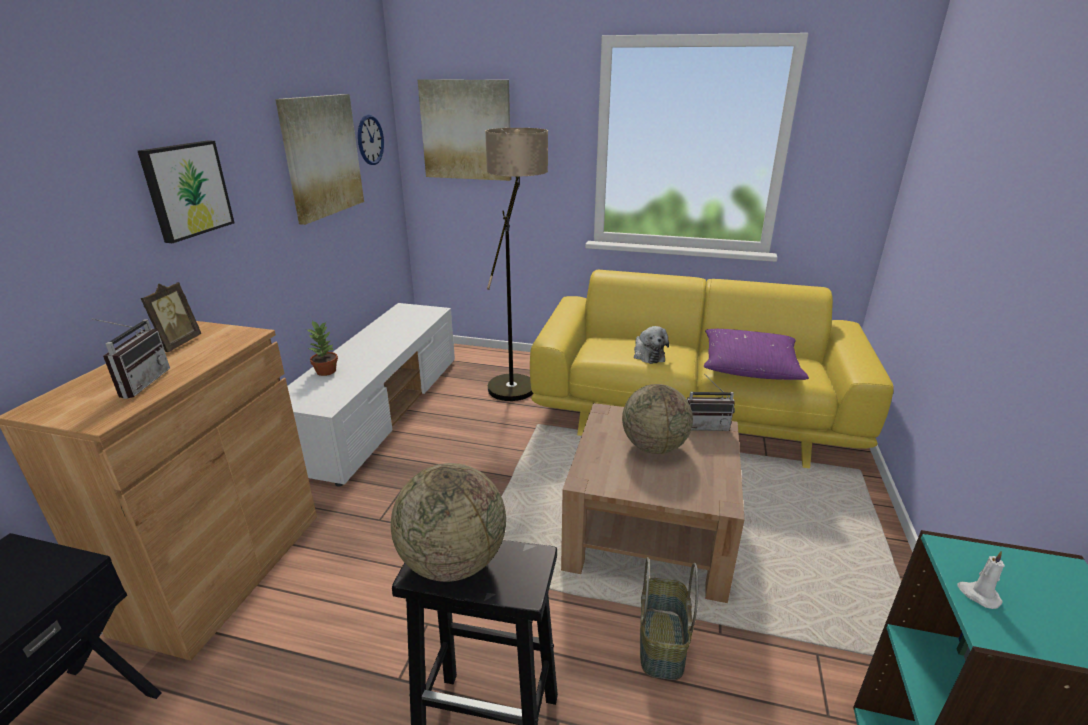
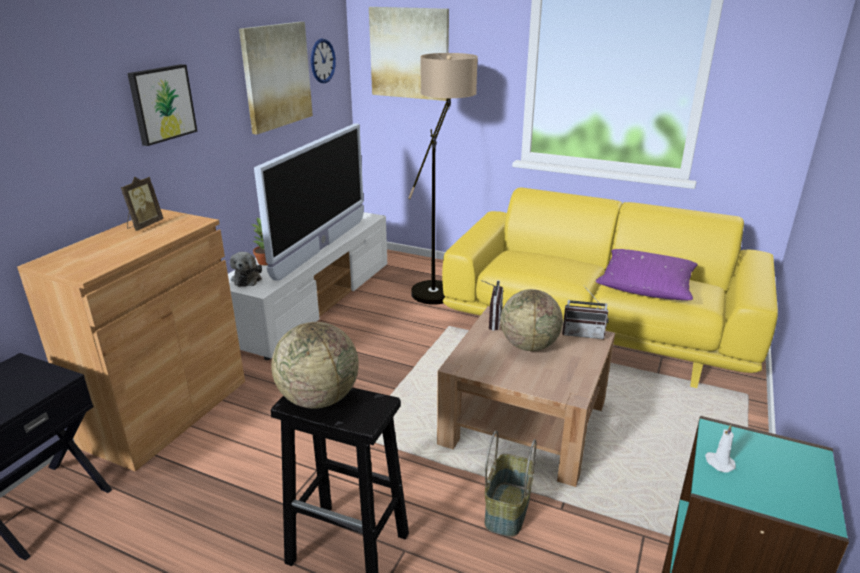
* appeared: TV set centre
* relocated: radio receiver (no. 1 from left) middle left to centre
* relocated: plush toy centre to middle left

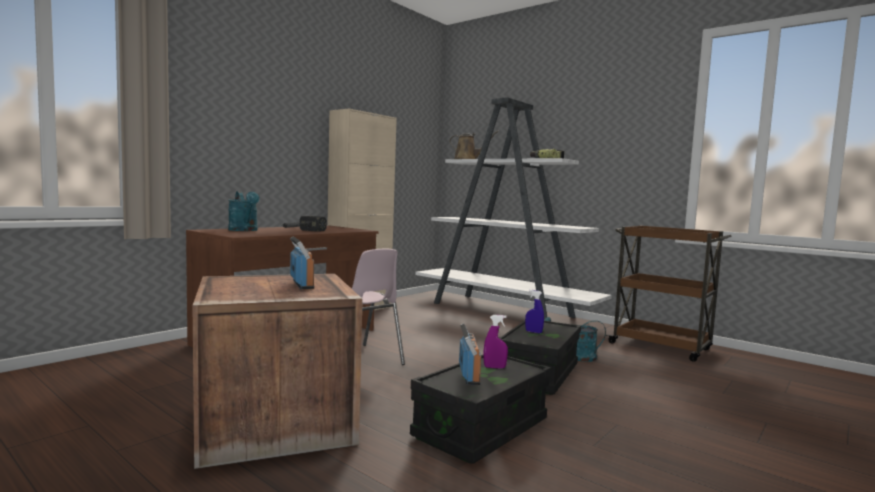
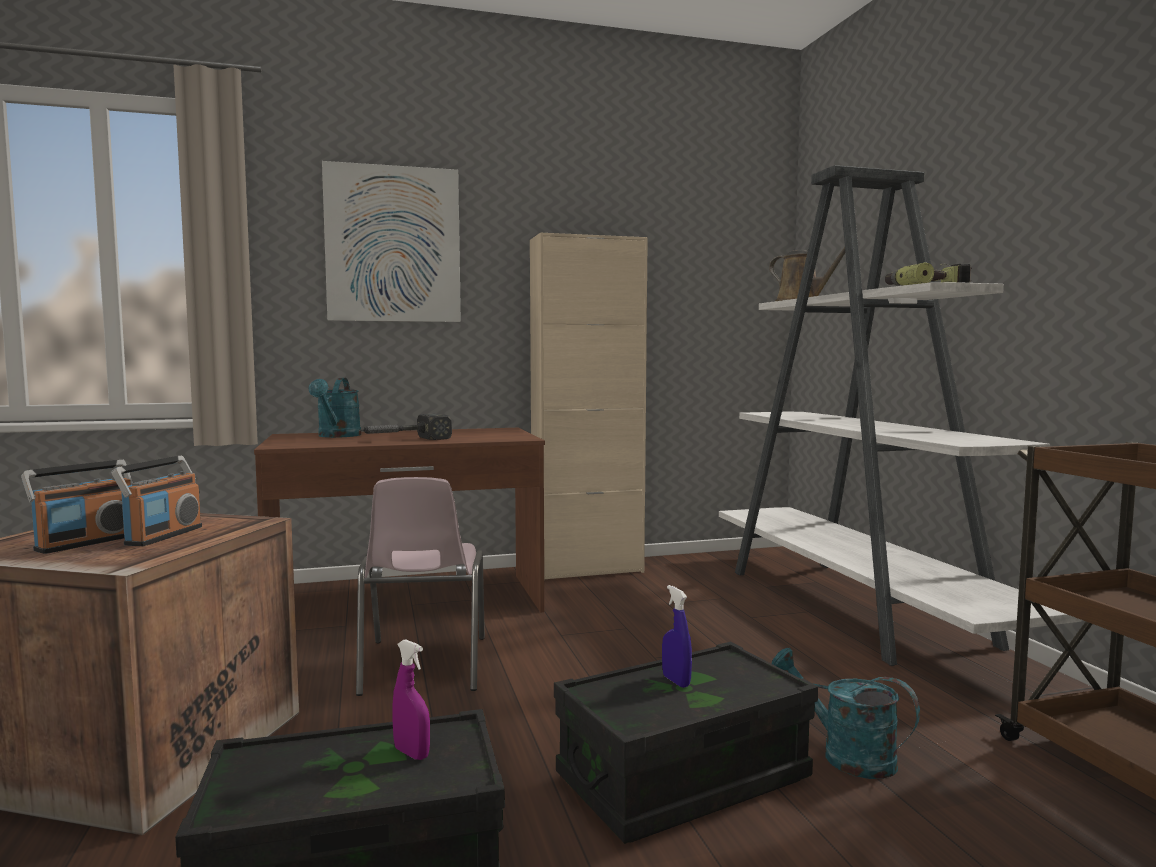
* appeared: picture top centre
* relocated: radio receiver (no. 2 from left in the first image) bottom centre to radio receiver (no. 1 from left) middle left

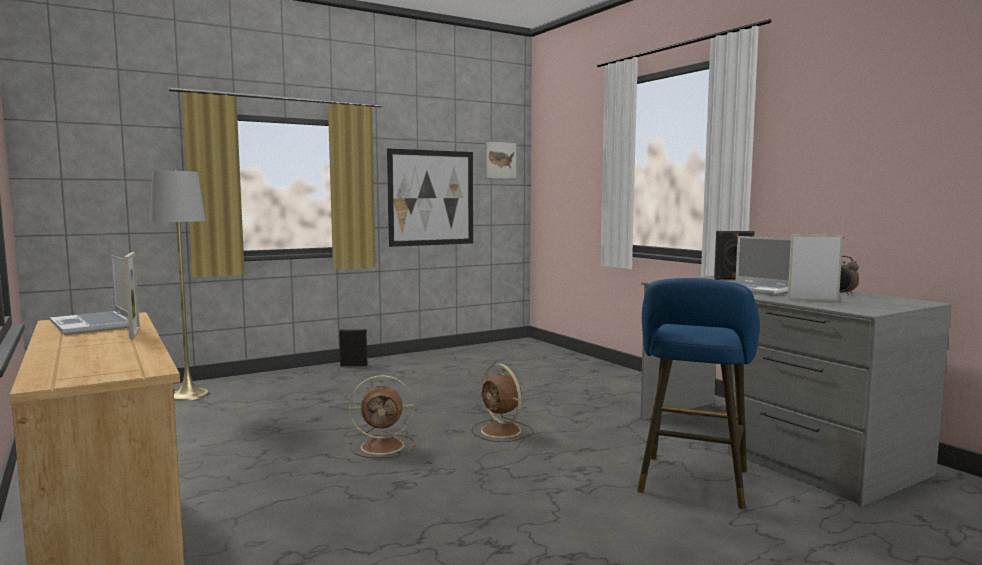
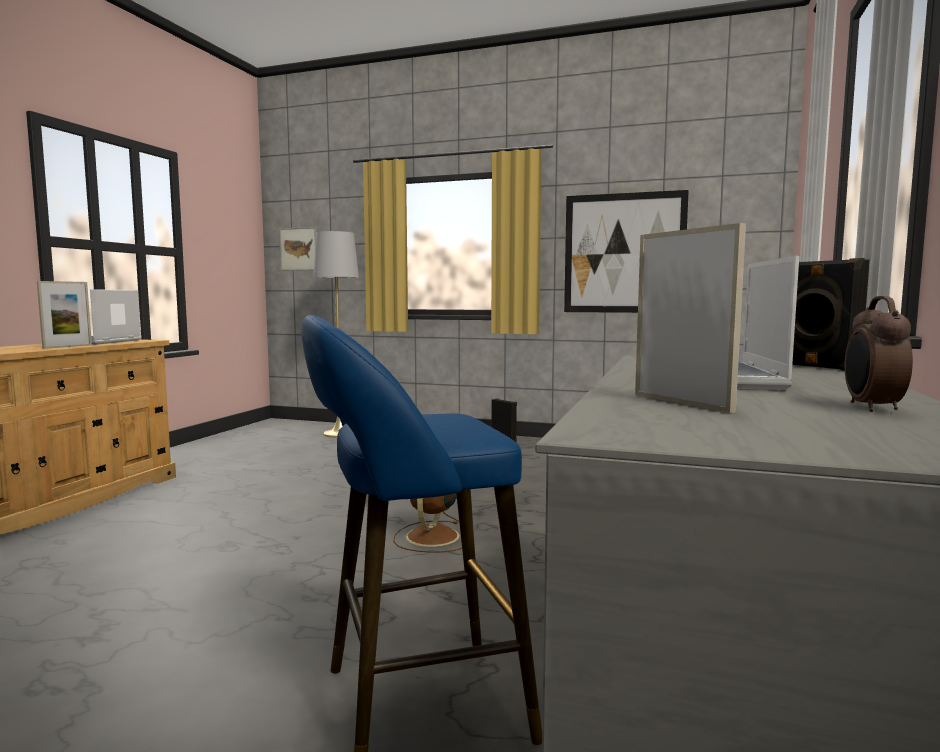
* missing: brown electric fan (no. 1 from left) bottom centre
* relocated: picture (no. 2 from left in the first image) top centre to picture (no. 1 from left) top left

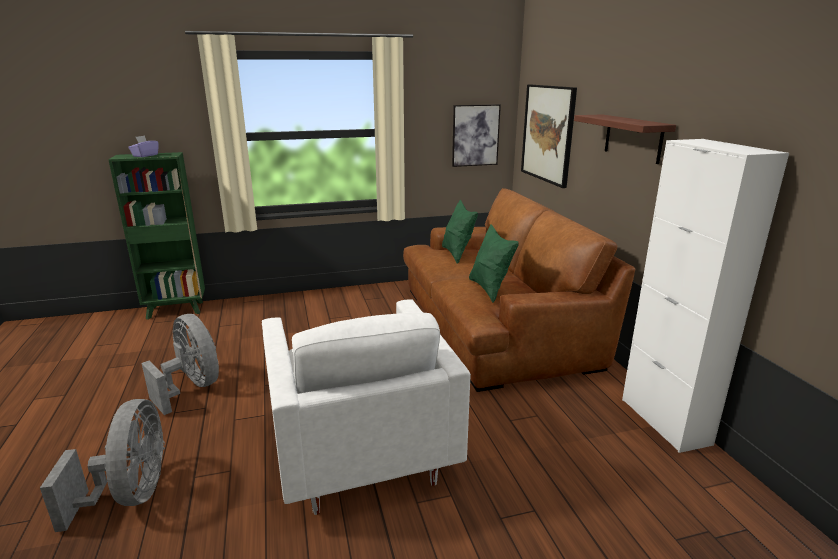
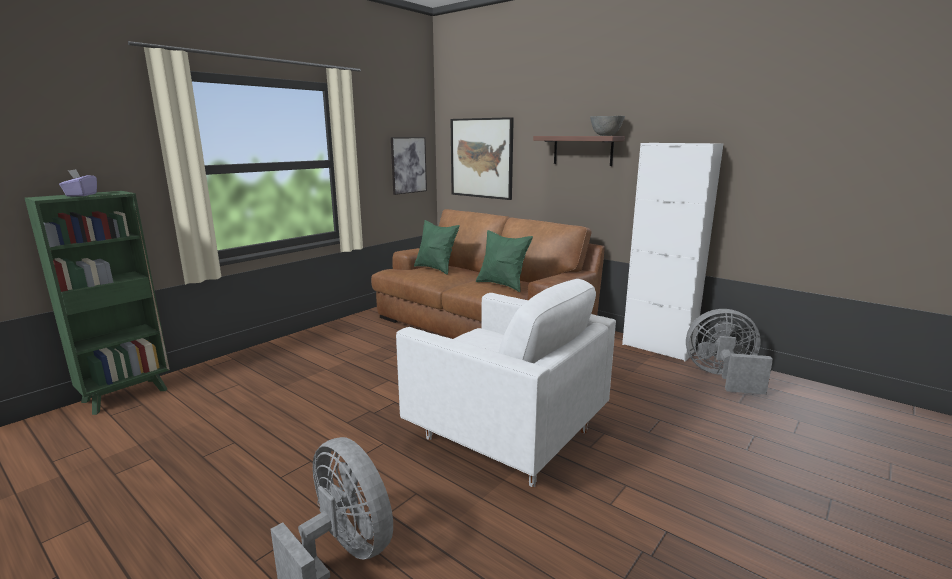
* appeared: greyish serving bowl top centre
* relocated: greyish electric fan (no. 2 from left) middle left to middle right

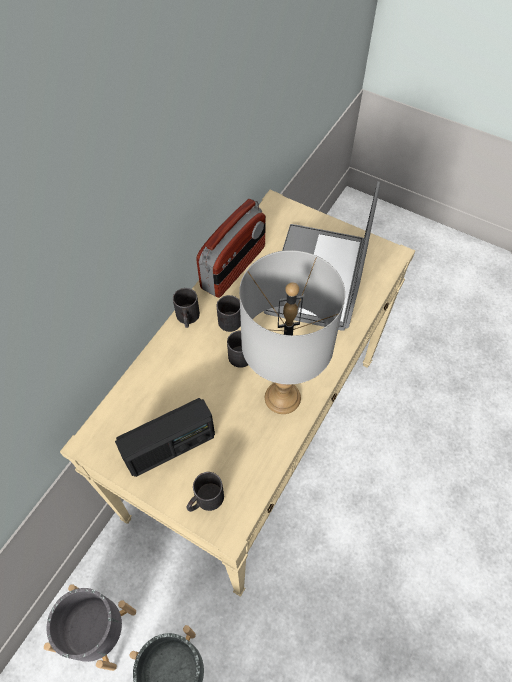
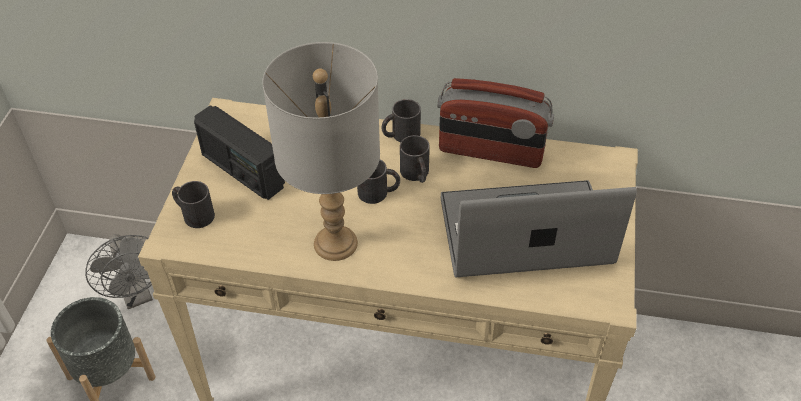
* exchanged: greyish flower pot (no. 1 from left) bottom left to greyish electric fan bottom left

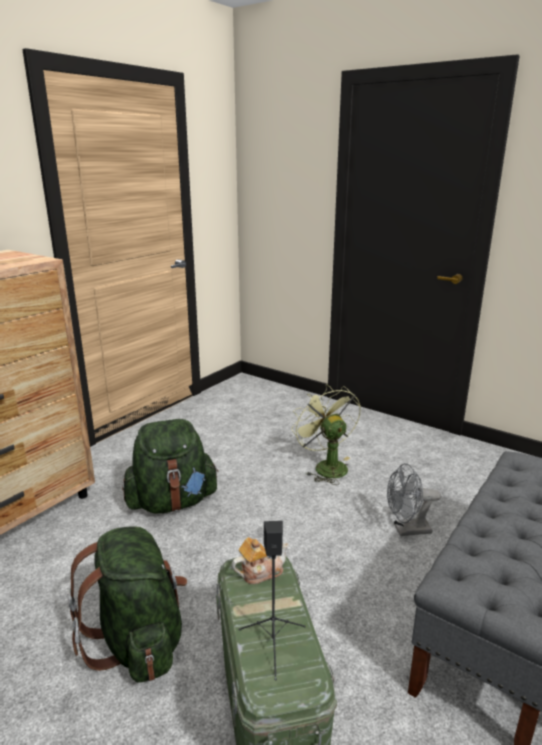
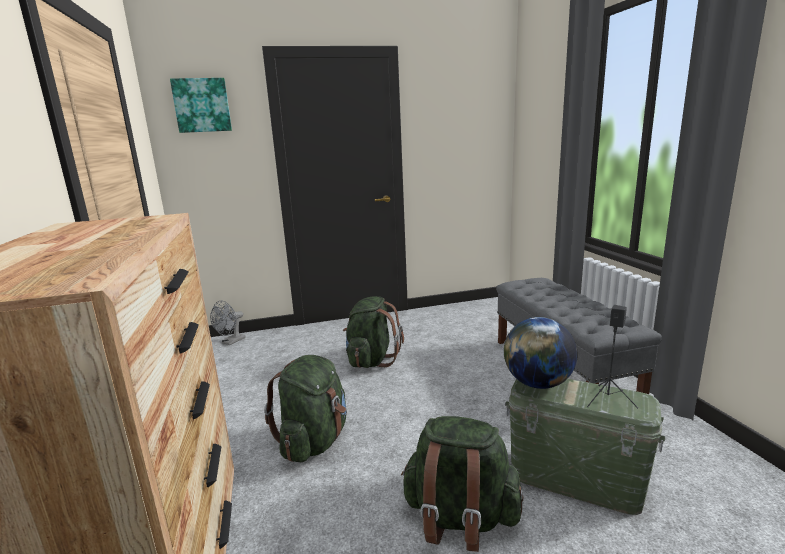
* appeared: picture top left
* relocated: greyish electric fan bottom right to middle left
* exchanged: teapot bottom centre to globe middle right
* exchanged: greenish electric fan centre to greenish knapsack (no. 2 from left) centre

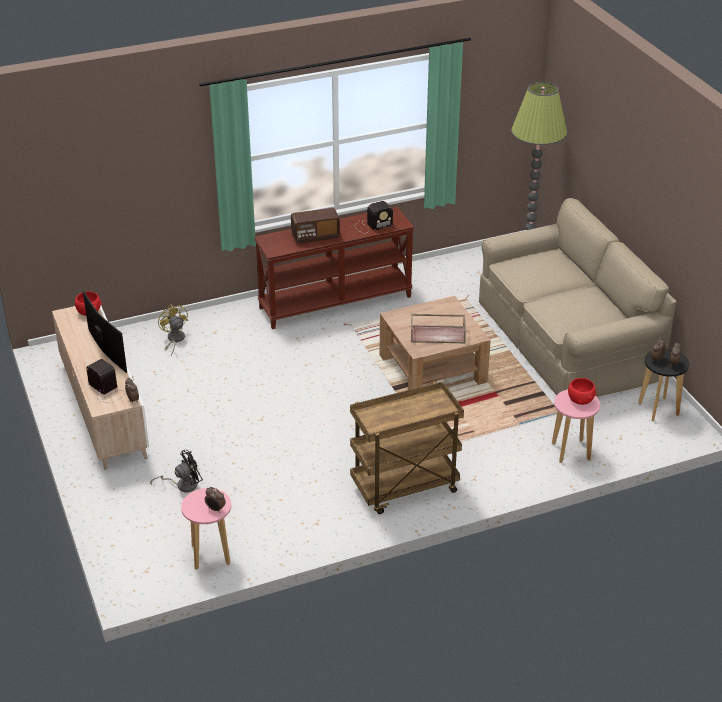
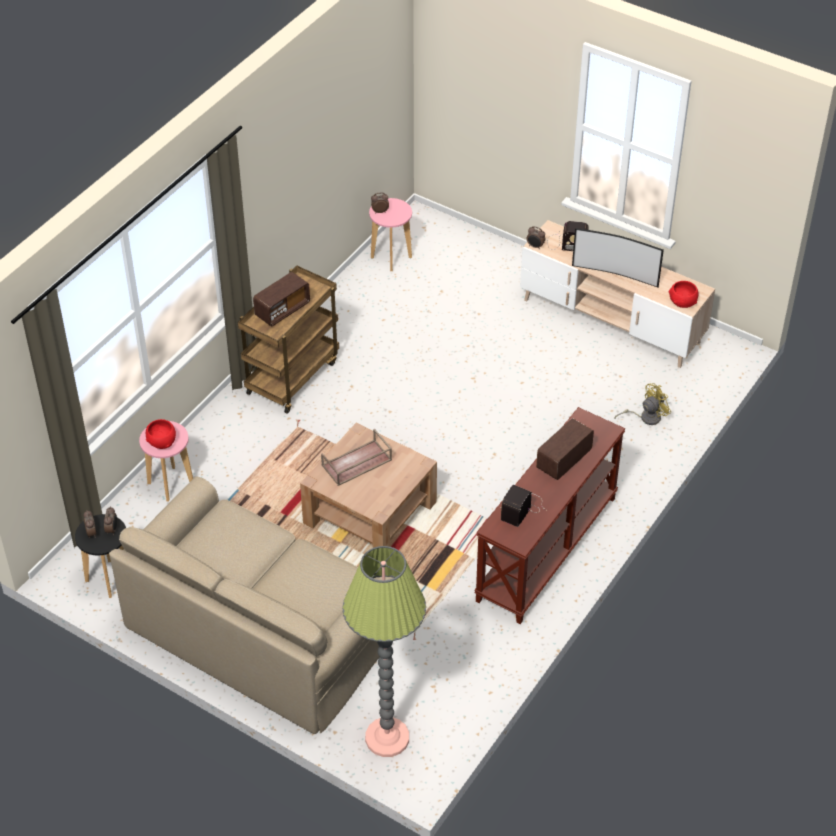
* missing: black-coloured electric fan bottom left
* appeared: radio receiver (no. 1 from left) centre
* spun: yellow-coloured electric fan middle left = middle right 60 degrees counterclockwise

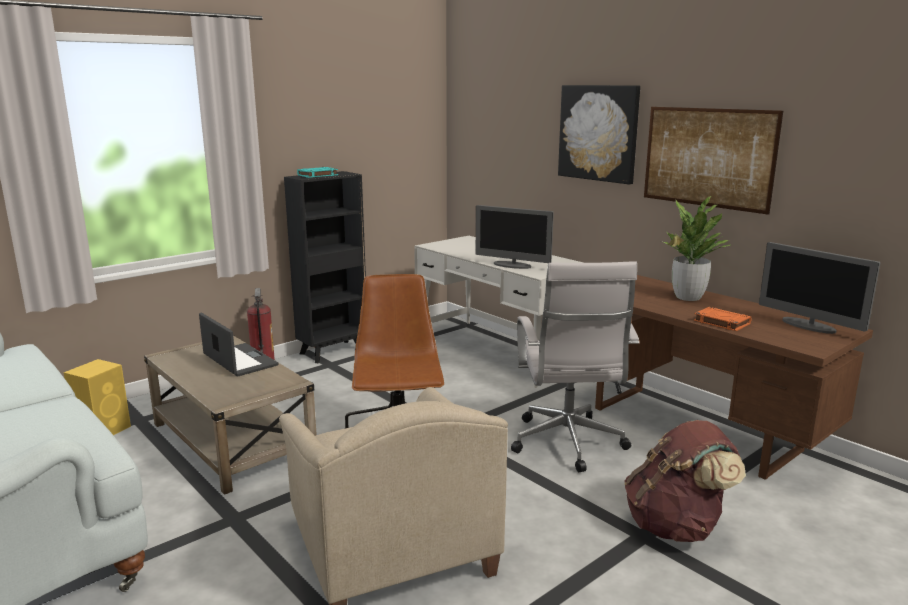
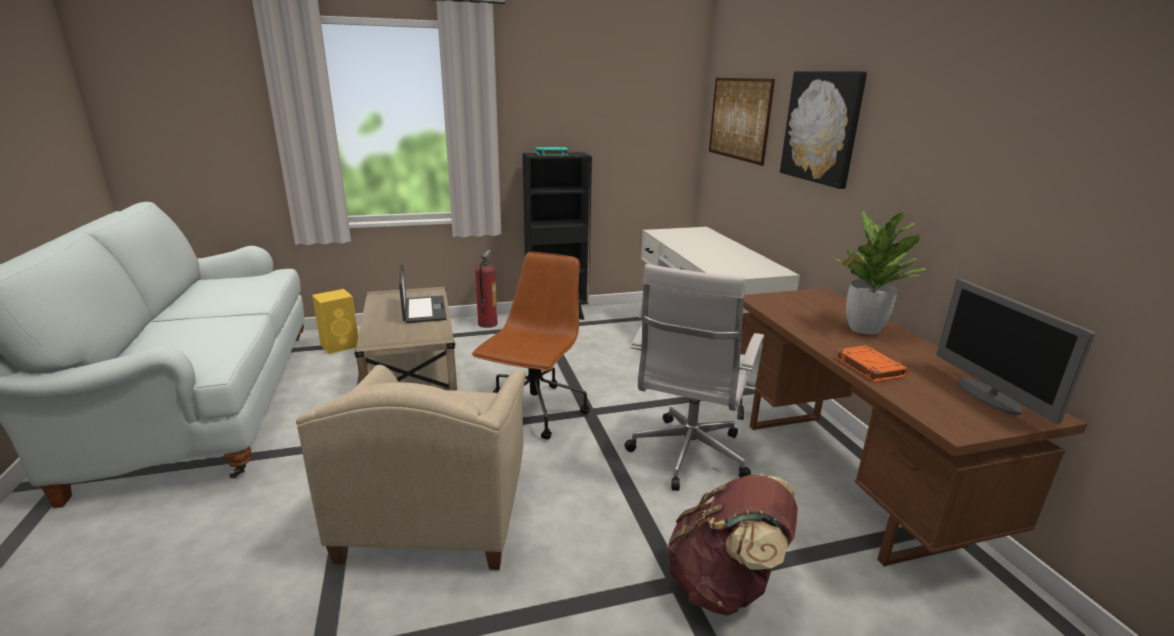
* missing: monitor (no. 1 from left) centre
* relocated: picture (no. 2 from left in the first image) top right to picture (no. 1 from left) top centre

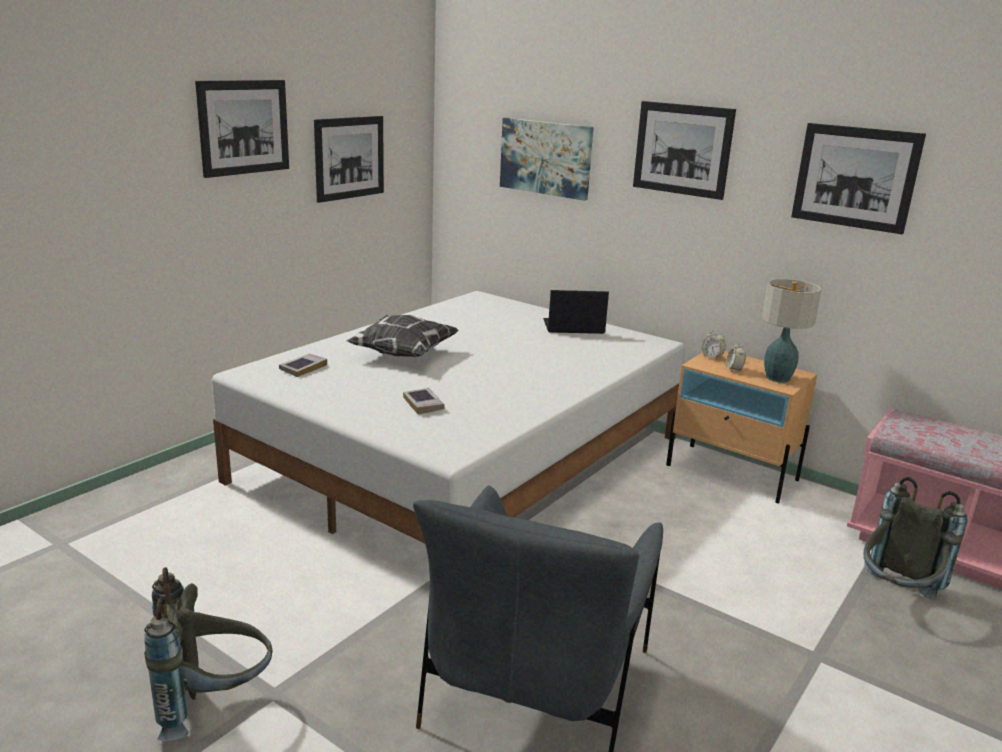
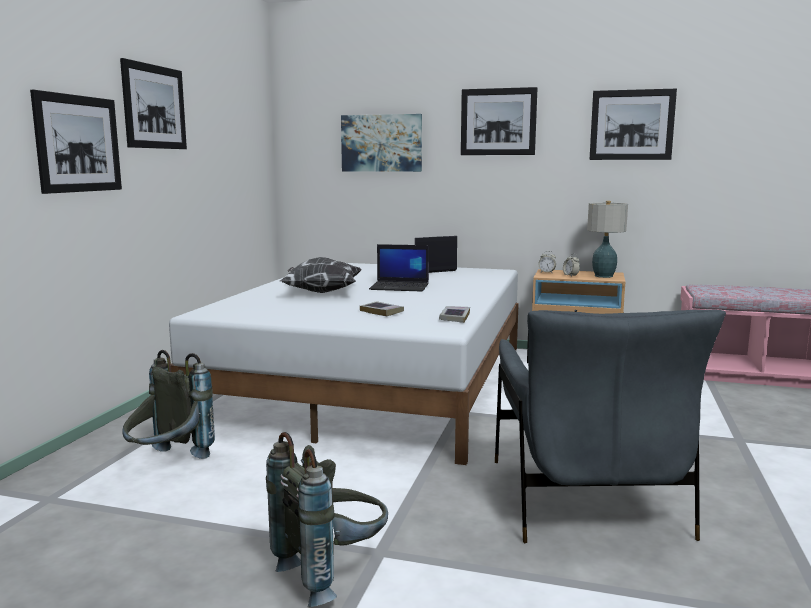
* appeared: laptop (no. 1 from left) centre
* relocated: volume (no. 1 from left in the first image) middle left to volume (no. 2 from left) centre
* relocated: picture (no. 2 from left in the first image) top centre to picture (no. 1 from left) top left
* relocated: greyish knapsack (no. 2 from left in the first image) bottom right to greyish knapsack (no. 1 from left) middle left

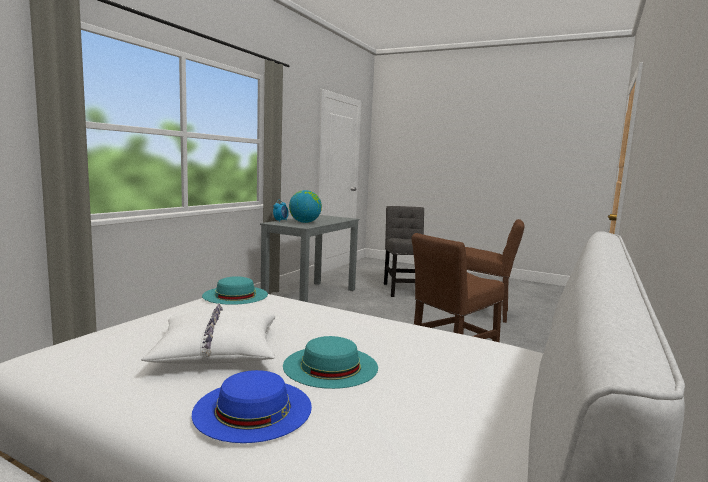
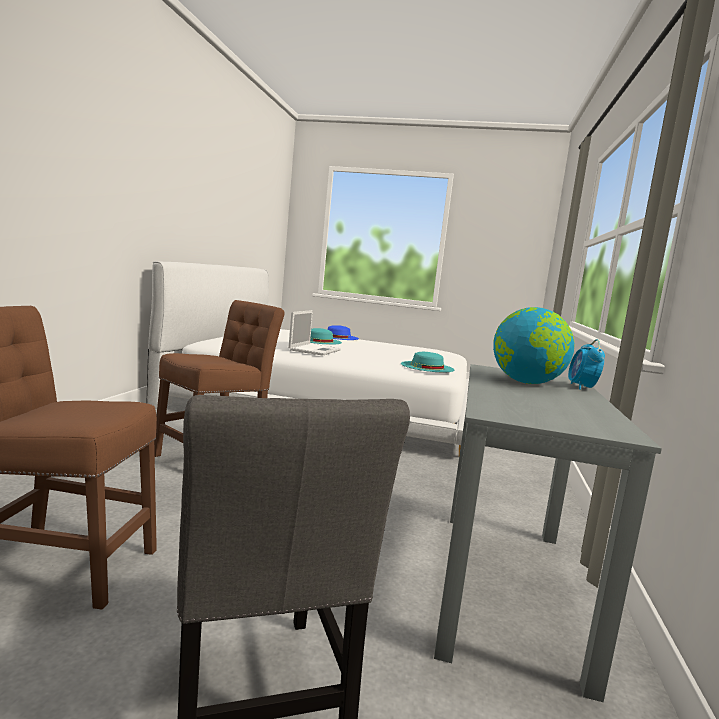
* missing: white throw pillow bottom left
* appeared: laptop centre

